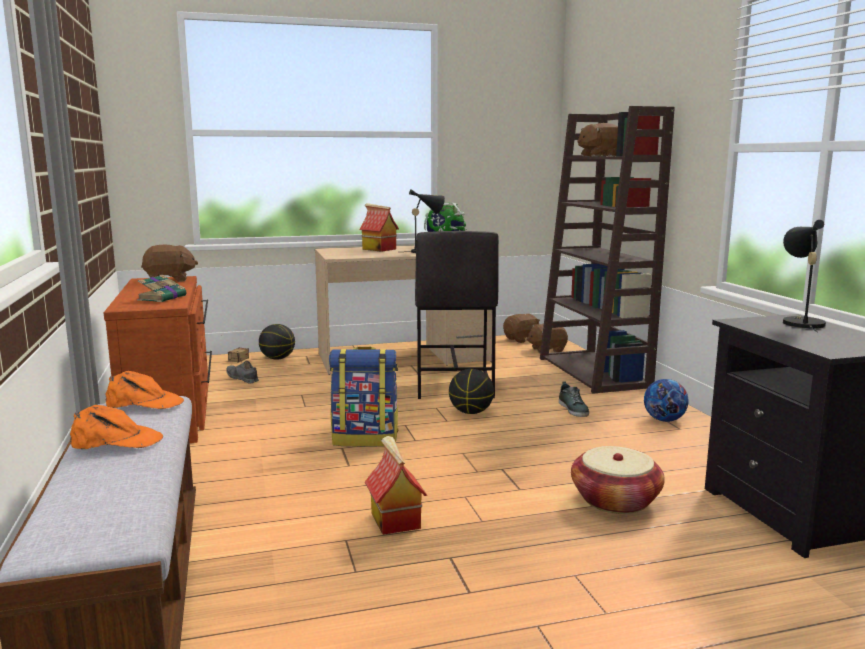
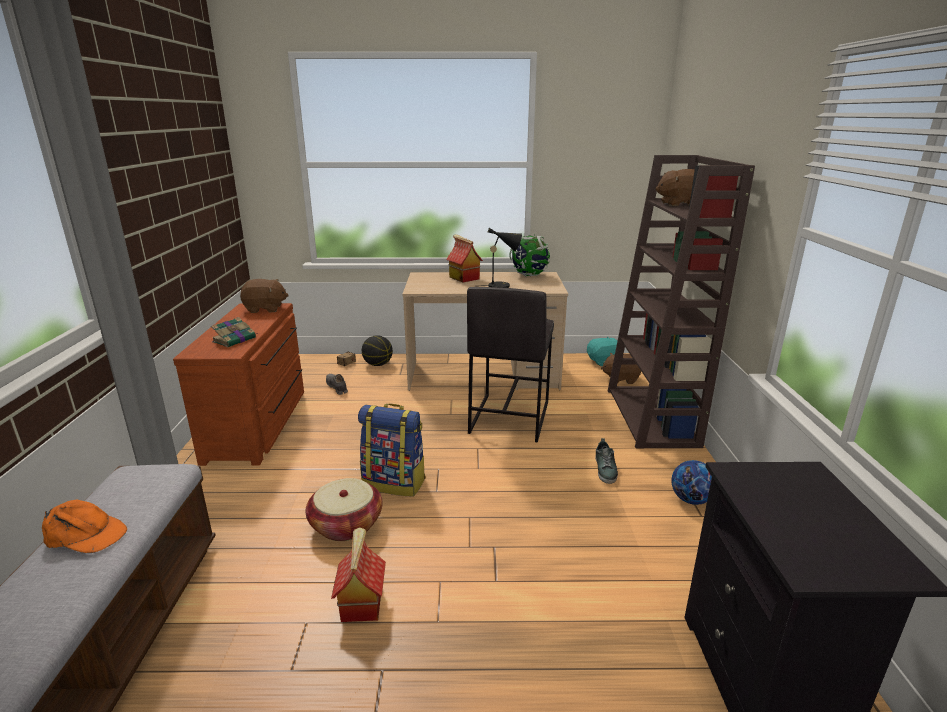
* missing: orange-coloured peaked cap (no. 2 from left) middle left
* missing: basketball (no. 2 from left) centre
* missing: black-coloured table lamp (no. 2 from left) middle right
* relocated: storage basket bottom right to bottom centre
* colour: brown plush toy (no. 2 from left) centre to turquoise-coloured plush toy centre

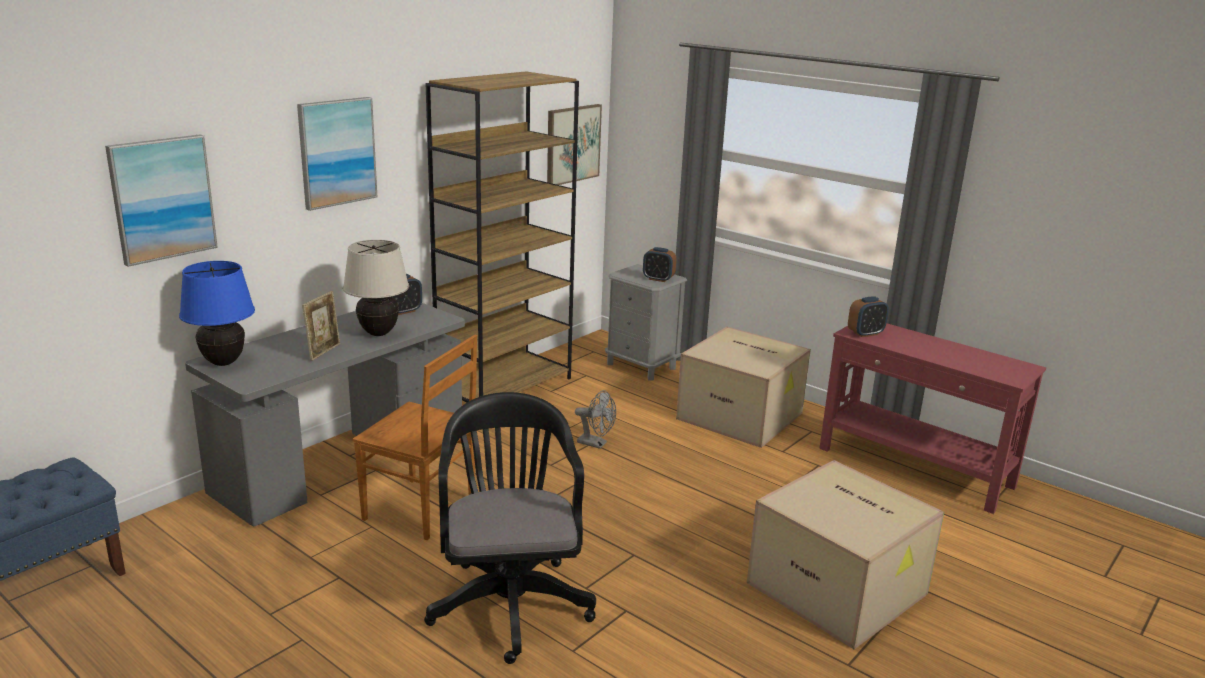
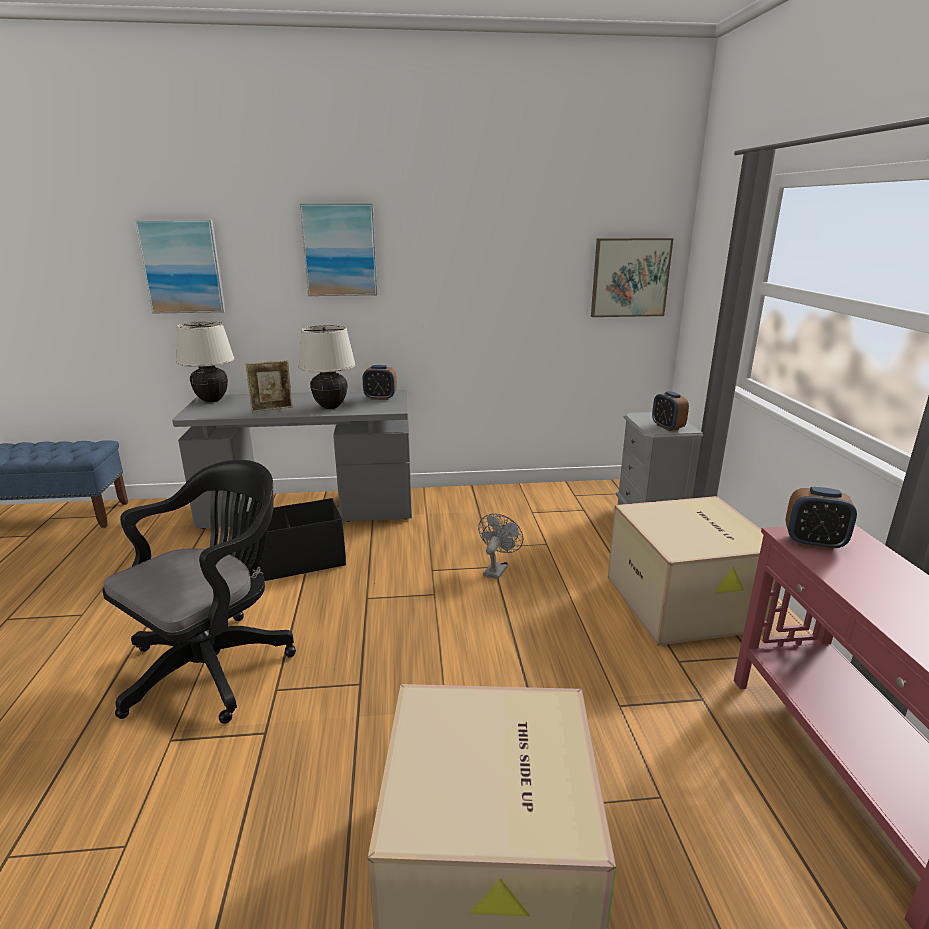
* missing: brown bookshelf centre
* exchanged: brown plain chair centre to black-coloured storage bin middle left
* colour: blue table lamp middle left to sand-coloured table lamp (no. 1 from left) middle left
* spun: greyish electric fan centre = centre 135 degrees counterclockwise

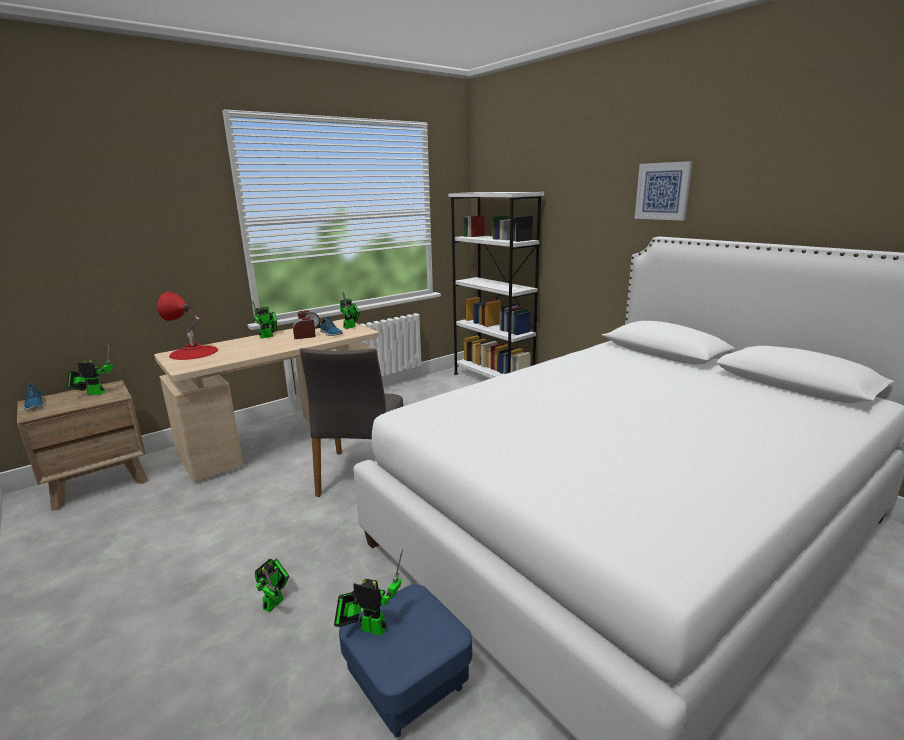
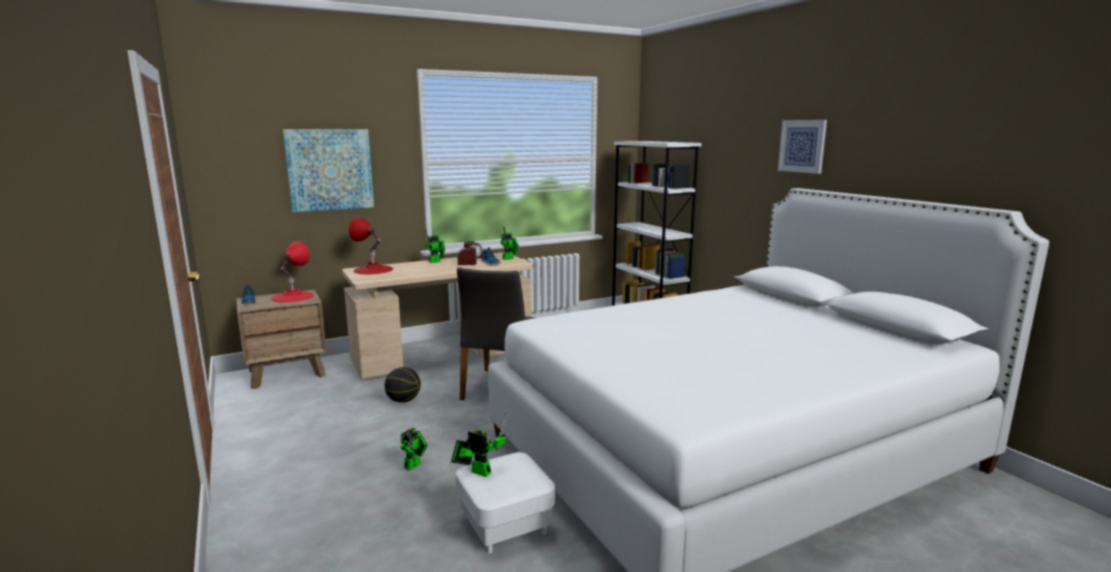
* appeared: picture (no. 1 from left) top left
* appeared: basketball bottom centre
* exchanged: robot figure (no. 1 from left) middle left to red table lamp (no. 1 from left) middle left
* colour: blue footrest bottom centre to white footrest bottom centre

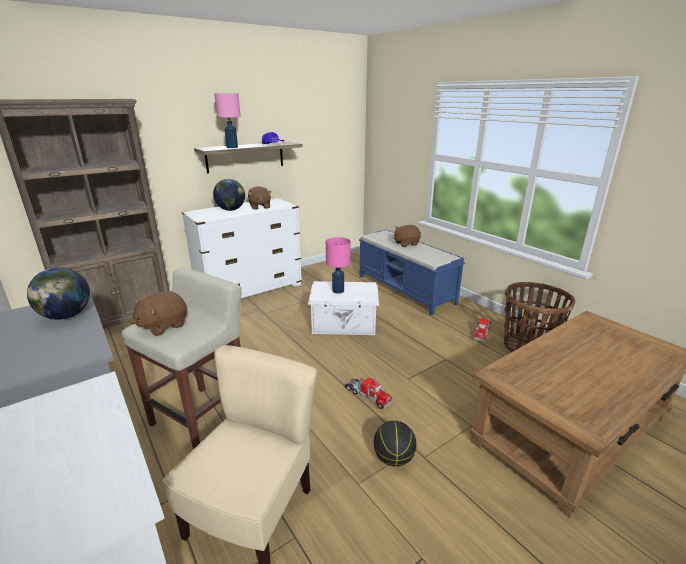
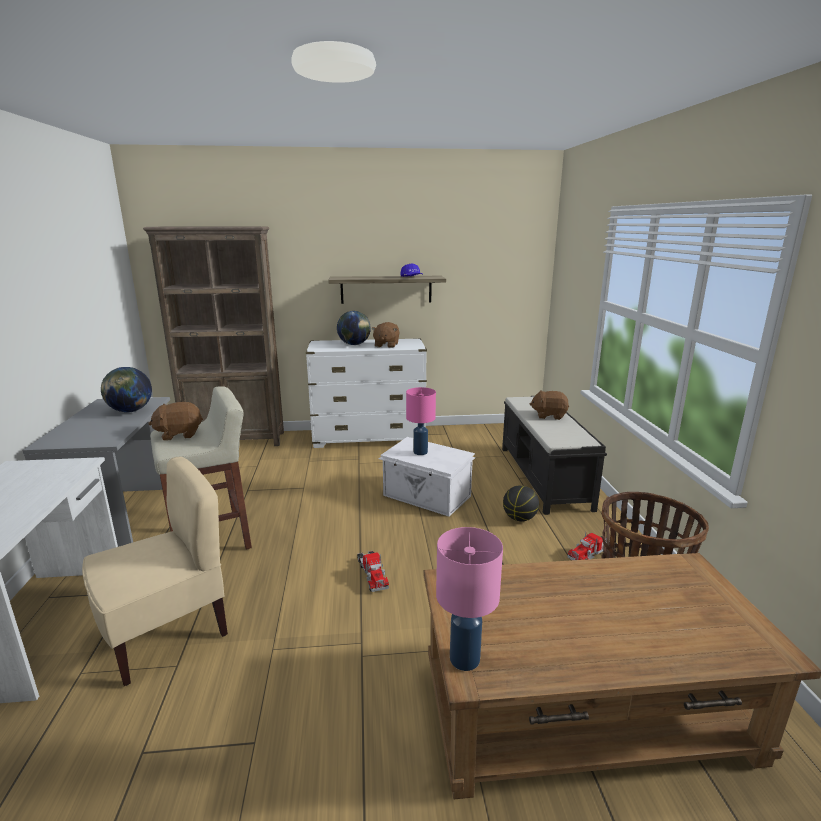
* relocated: pink-coloured table lamp (no. 1 from left in the first image) top left to pink-coloured table lamp (no. 2 from left) bottom centre
* relocated: basketball bottom centre to centre
* colour: blue indoor bench centre to black-coloured indoor bench middle right

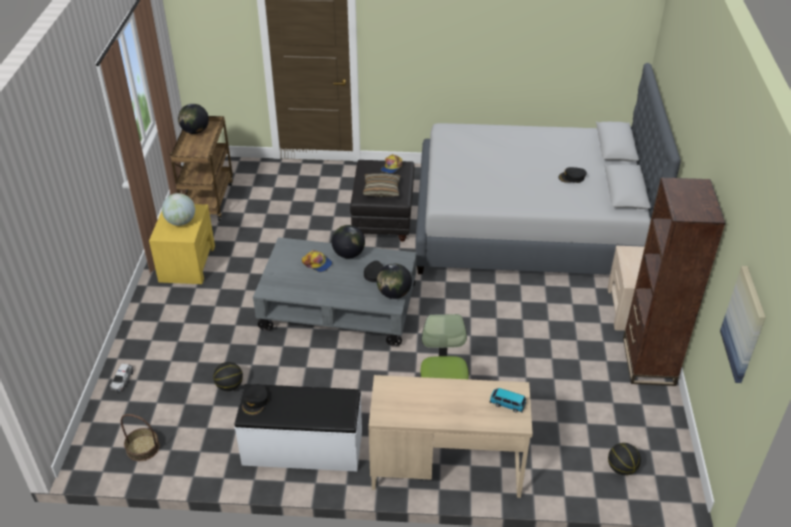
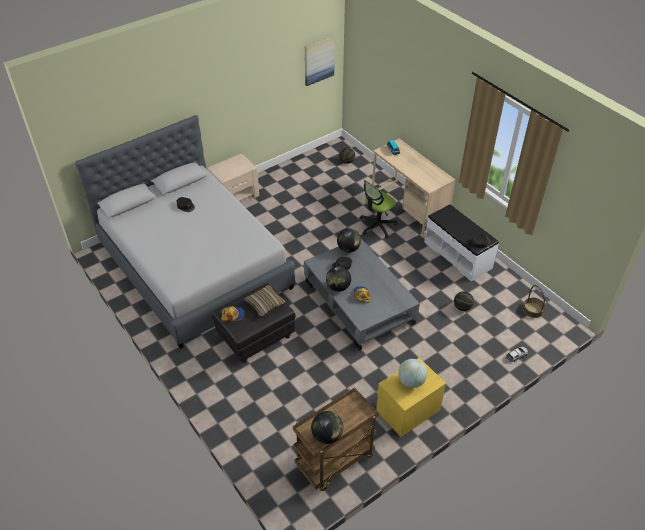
* missing: brown bookshelf middle right

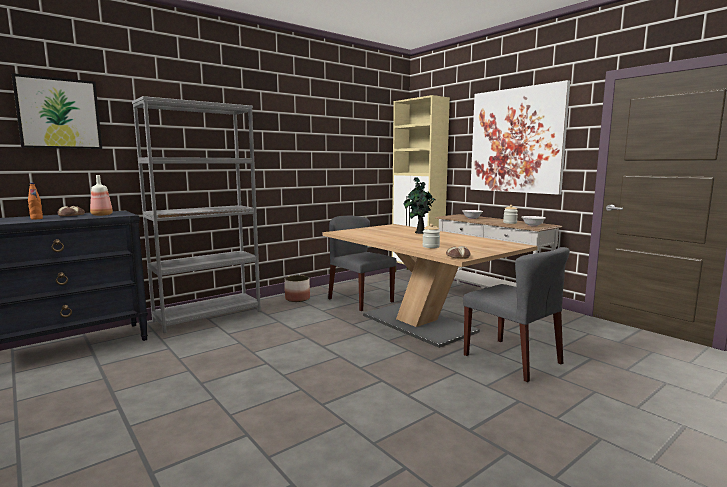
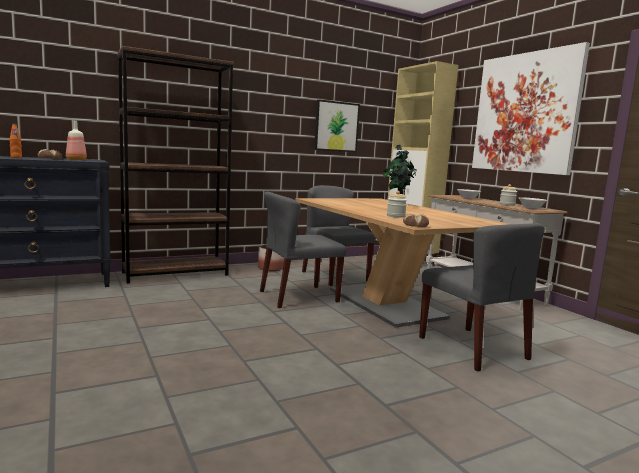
* appeared: greyish plain chair (no. 1 from left) centre
* relocated: picture (no. 1 from left) top left to top centre
* colour: greyish bookshelf middle left to brown bookshelf middle left

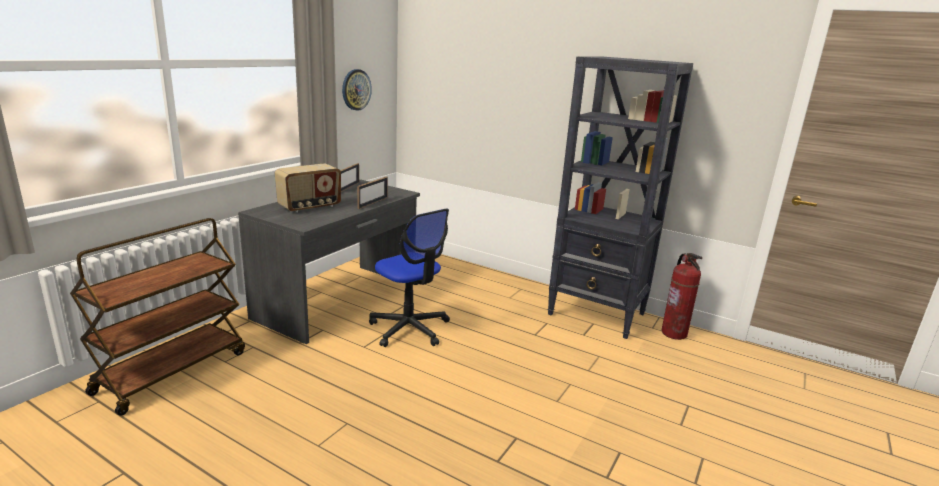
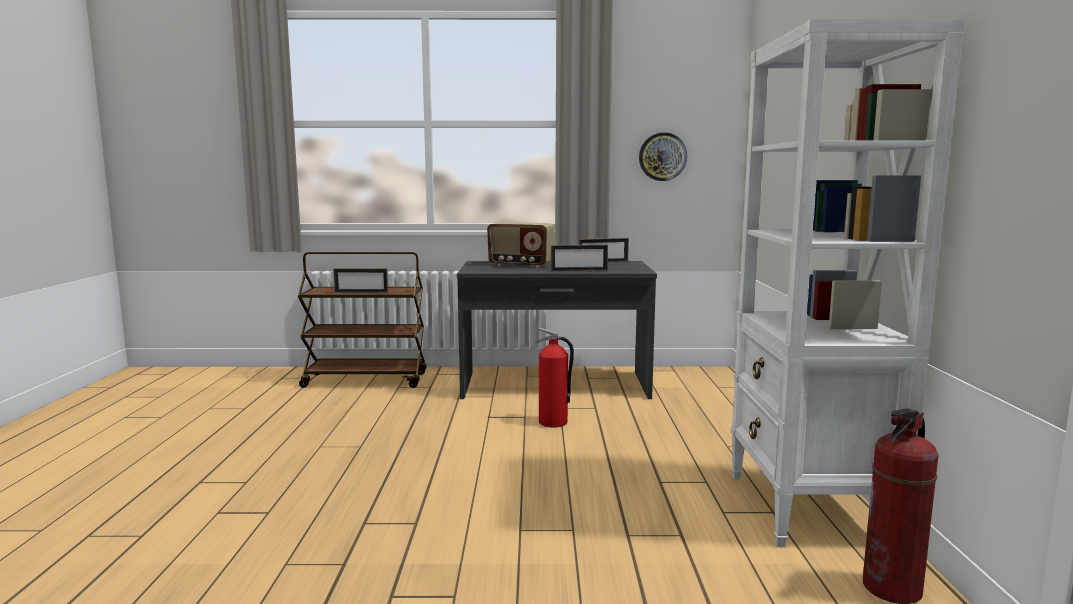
* appeared: picture frame (no. 1 from left) centre
* exchanged: office chair centre to extinguisher (no. 1 from left) centre
* colour: black-coloured bookshelf centre to white bookshelf middle right

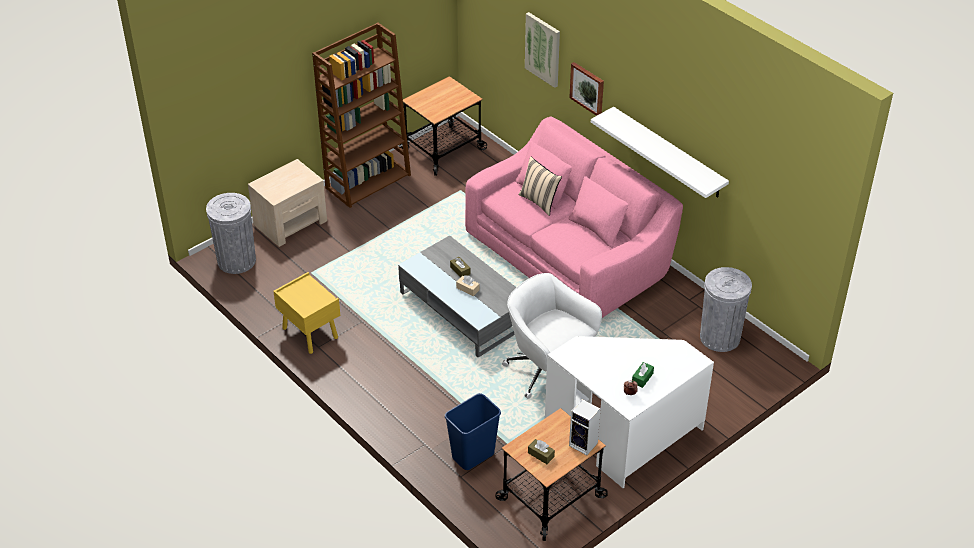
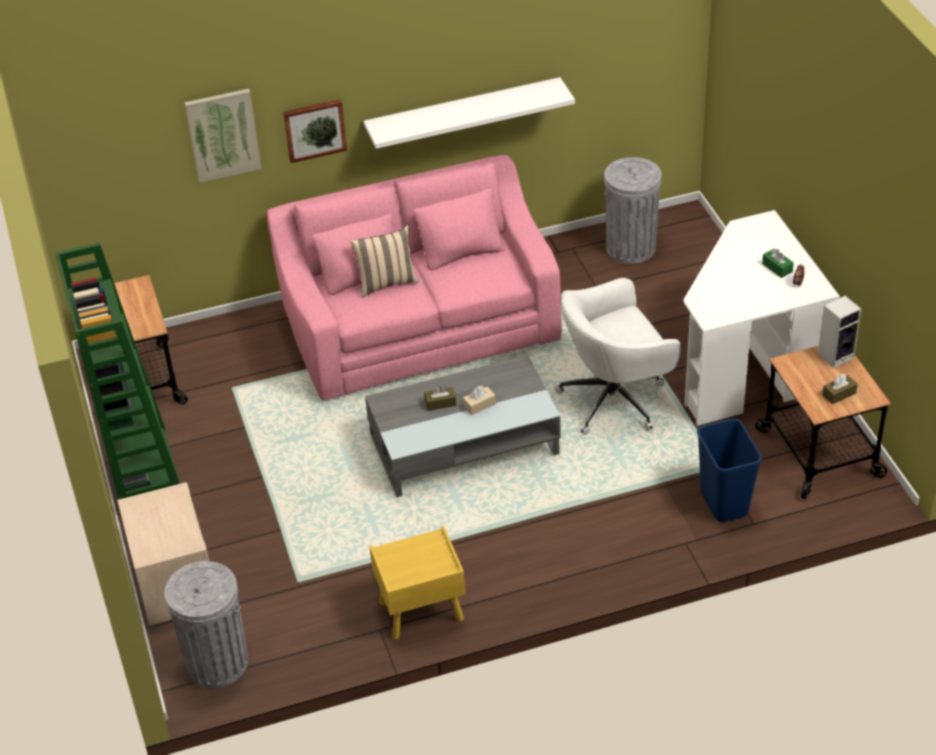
* colour: brown bookshelf top centre to greenish bookshelf middle left

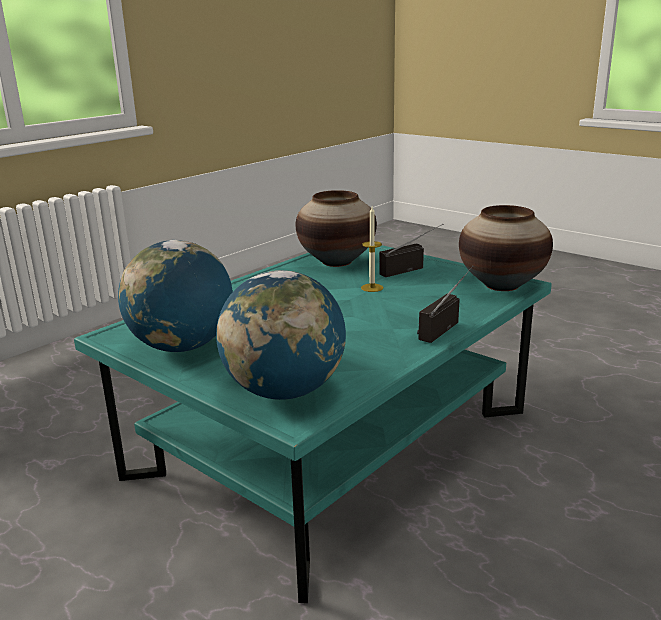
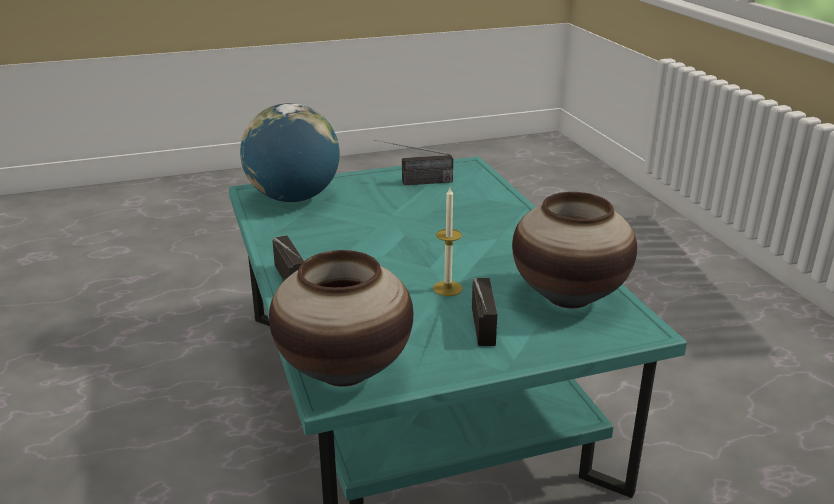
* exchanged: globe (no. 1 from left) middle left to radio receiver (no. 2 from left) top centre

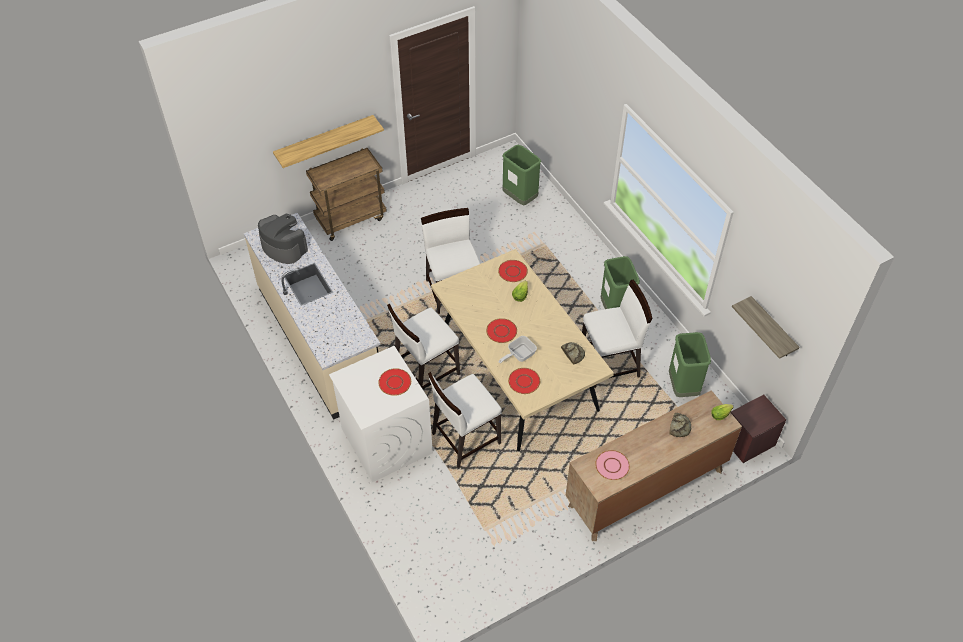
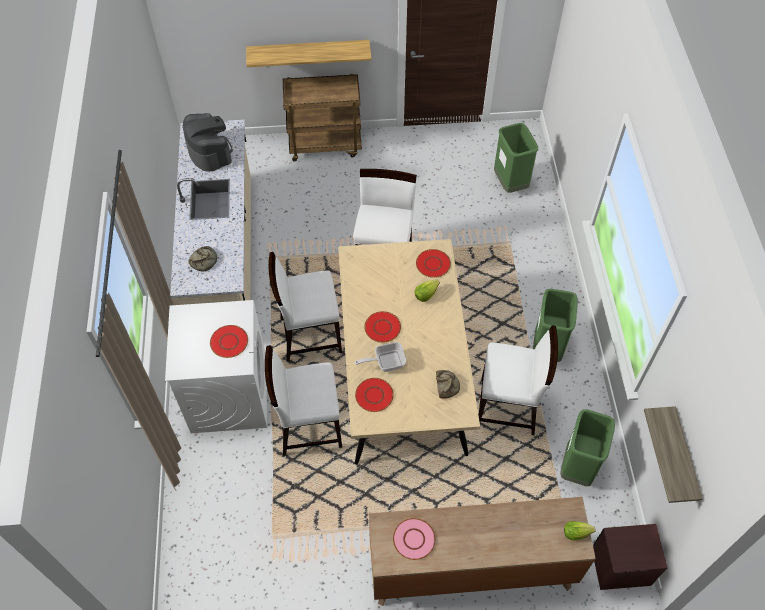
* relocated: bread (no. 2 from left in the first image) middle right to bread (no. 1 from left) middle left

